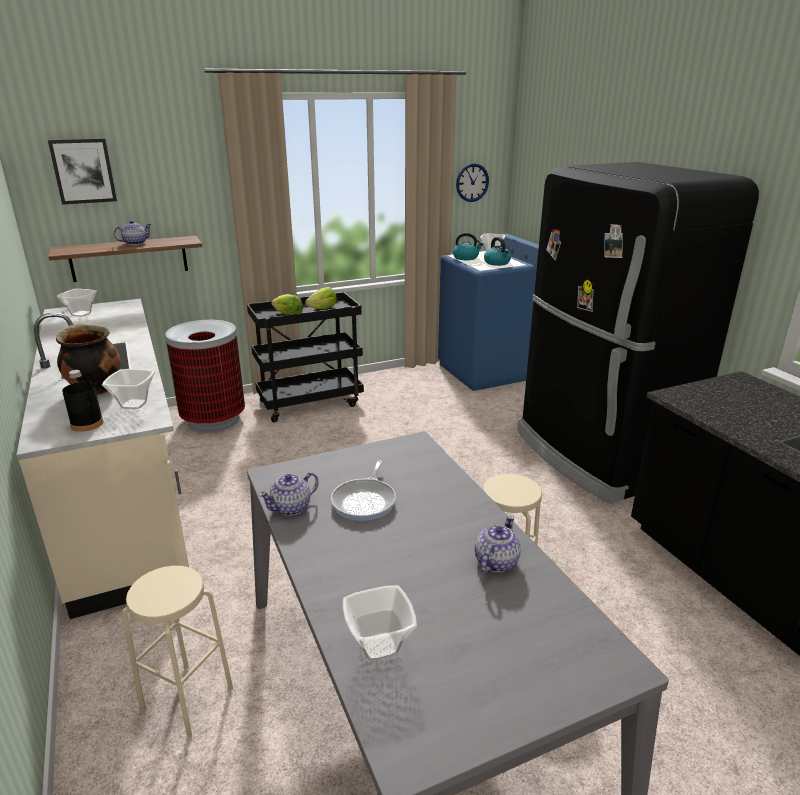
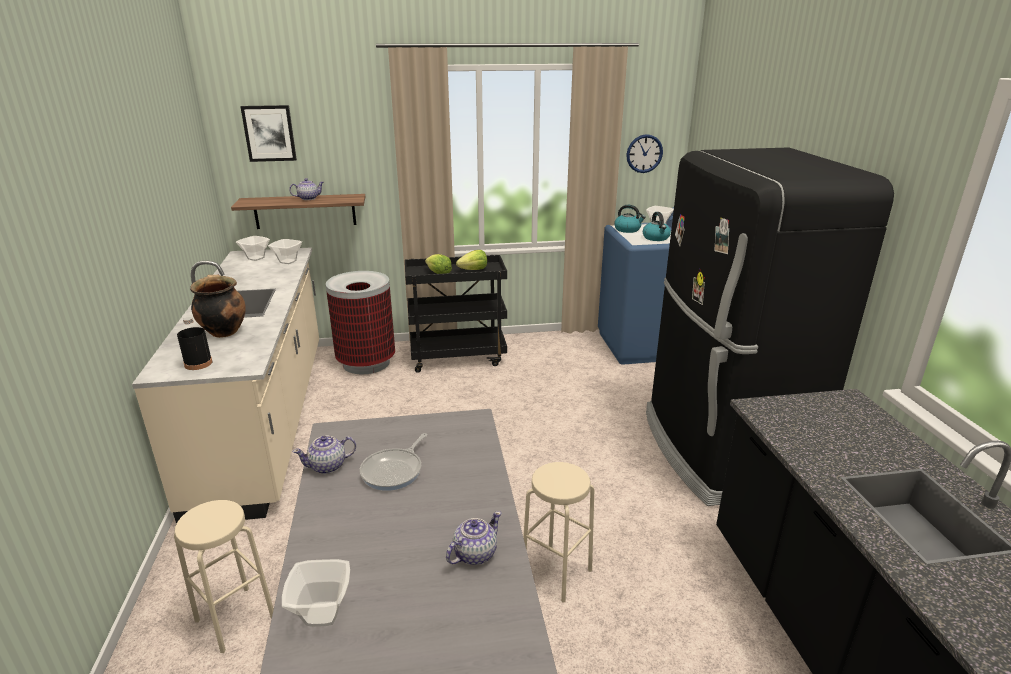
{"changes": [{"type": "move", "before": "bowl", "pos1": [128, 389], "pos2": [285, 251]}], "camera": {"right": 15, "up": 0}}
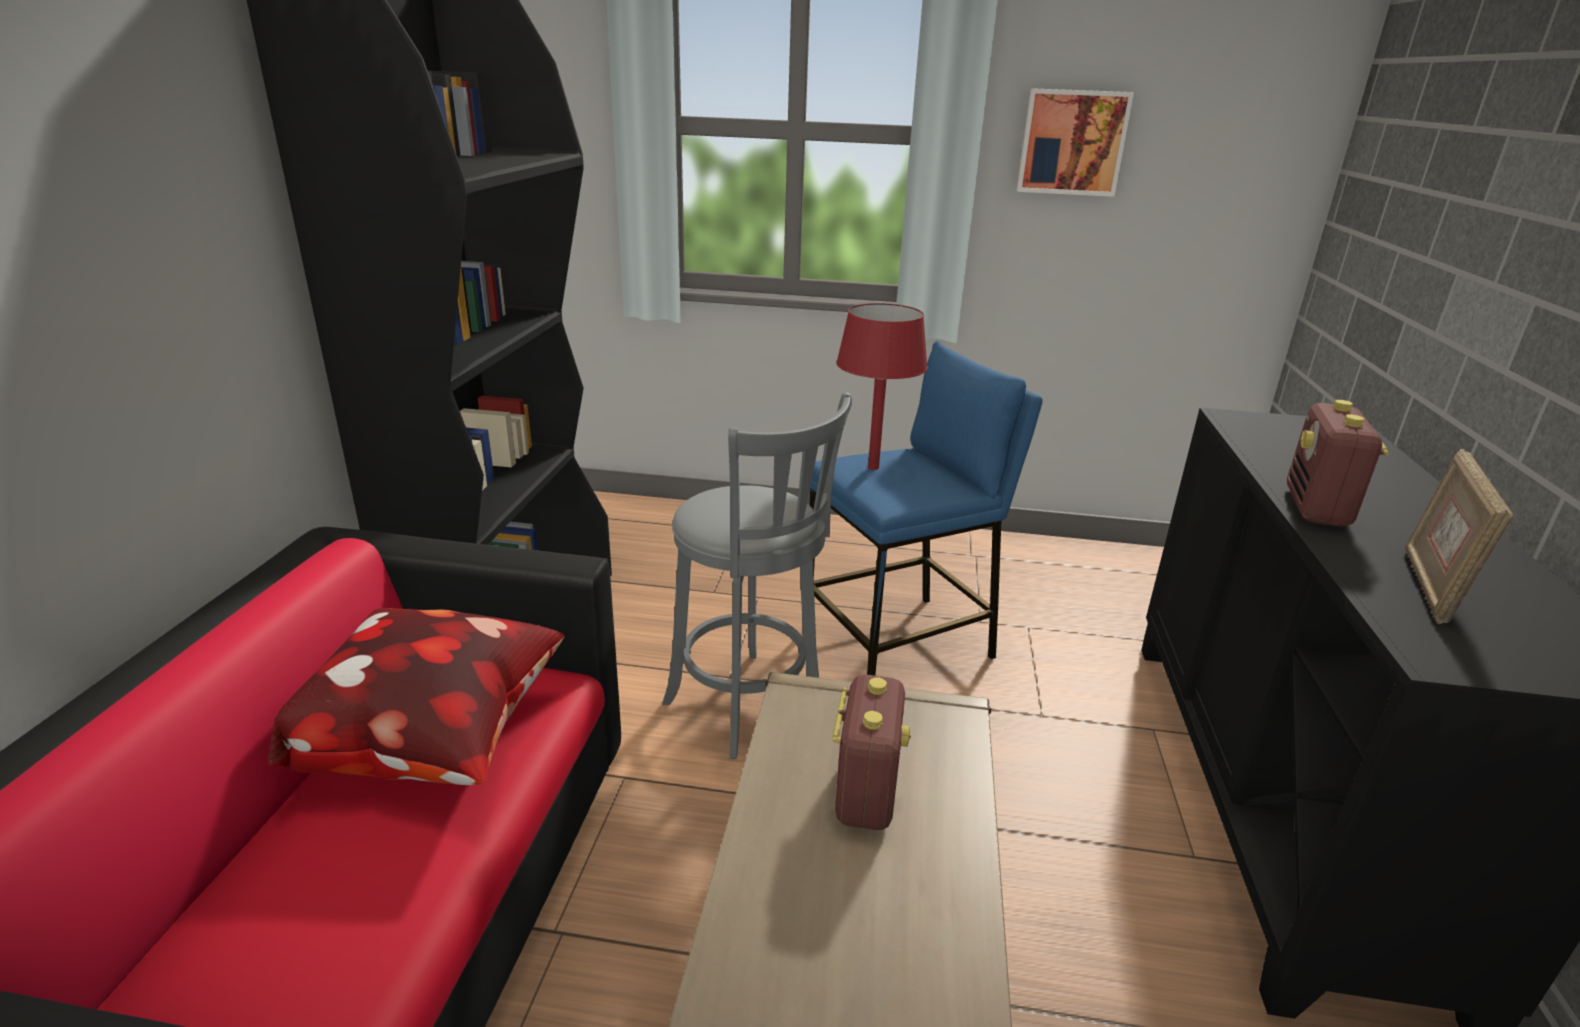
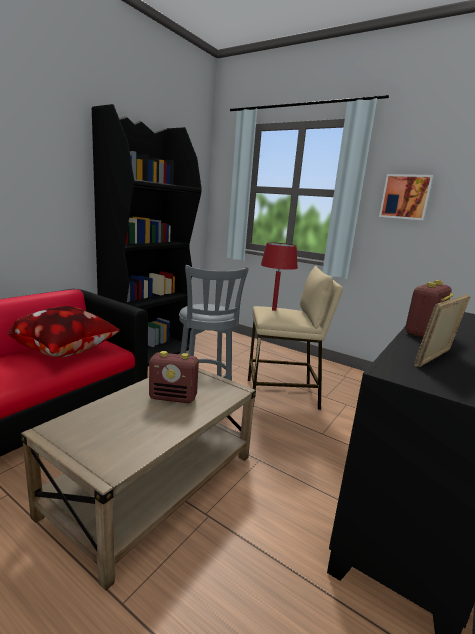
{"changes": [{"type": "recolor", "before": "blue stool", "after": "beige stool", "pos1": [926, 508], "pos2": [295, 338]}, {"type": "rotate", "before": "radio", "pos1": [872, 752], "pos2": [174, 377], "turn": 60}], "camera": {"right": 25, "up": -10}}
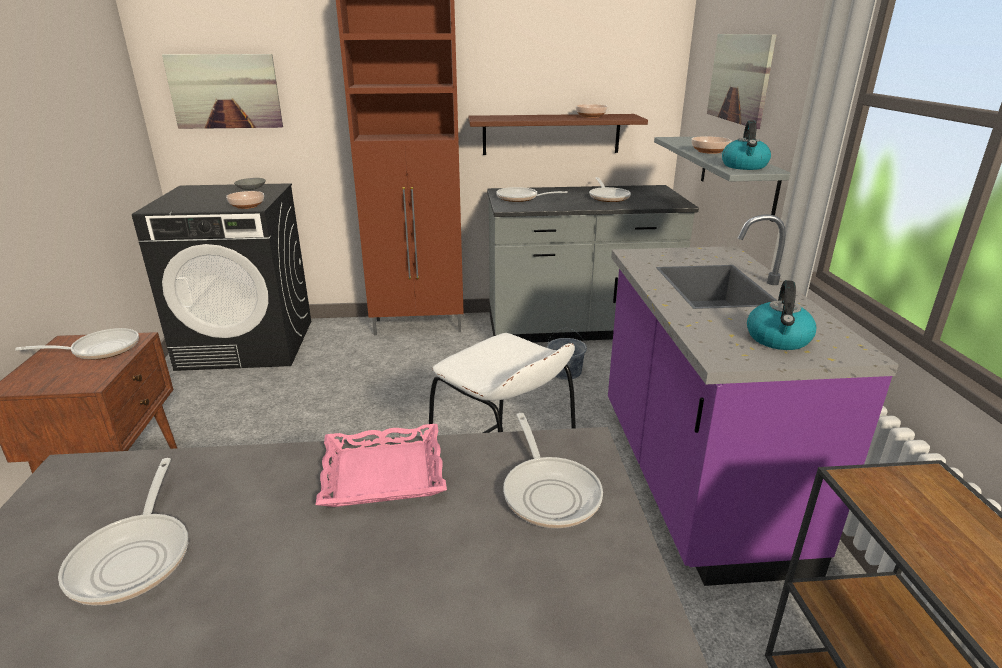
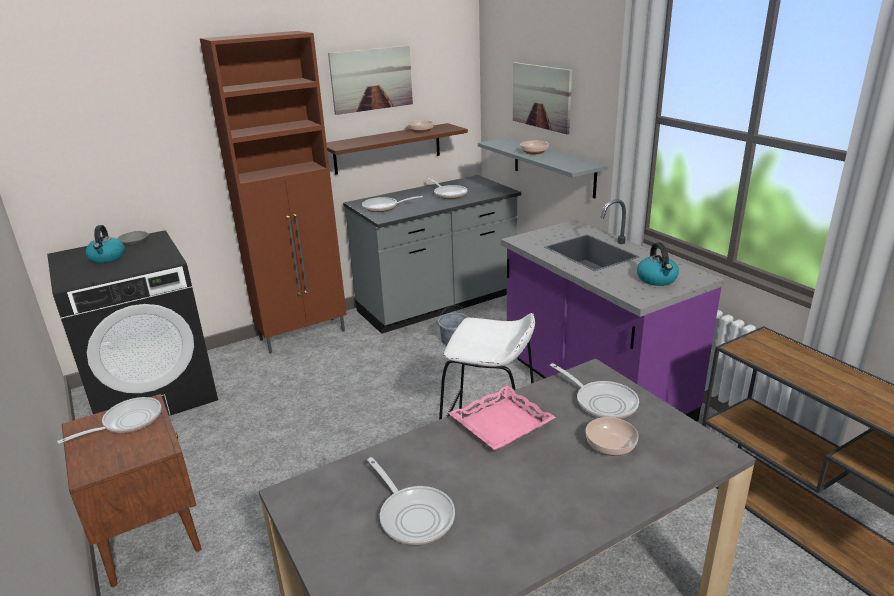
{"changes": [{"type": "move", "before": "picture", "pos1": [222, 91], "pos2": [370, 80]}, {"type": "move", "before": "kettle", "pos1": [746, 145], "pos2": [105, 244]}, {"type": "move", "before": "bowl", "pos1": [245, 200], "pos2": [612, 436]}], "camera": {"right": -25, "up": 0}}
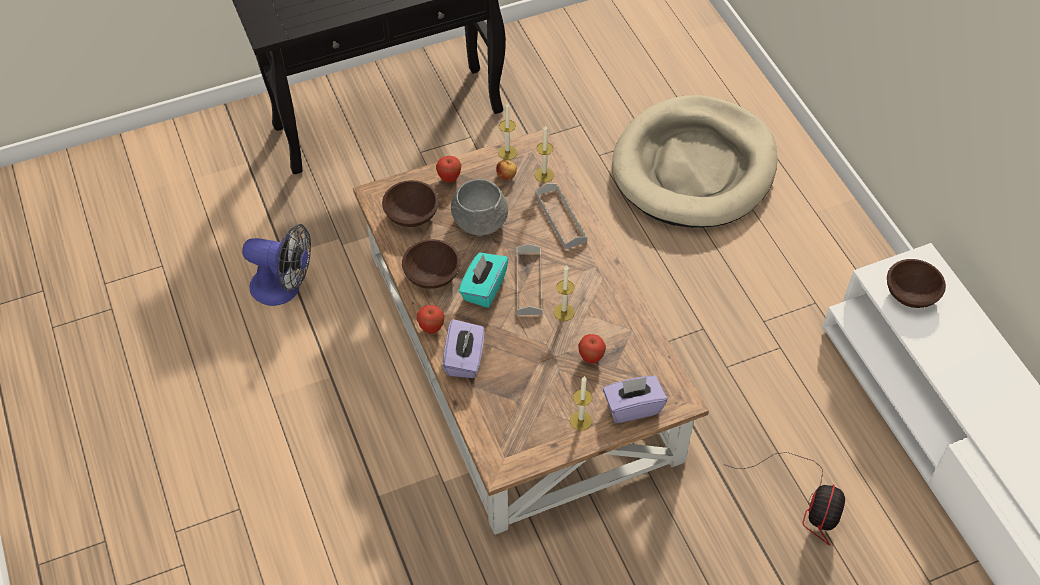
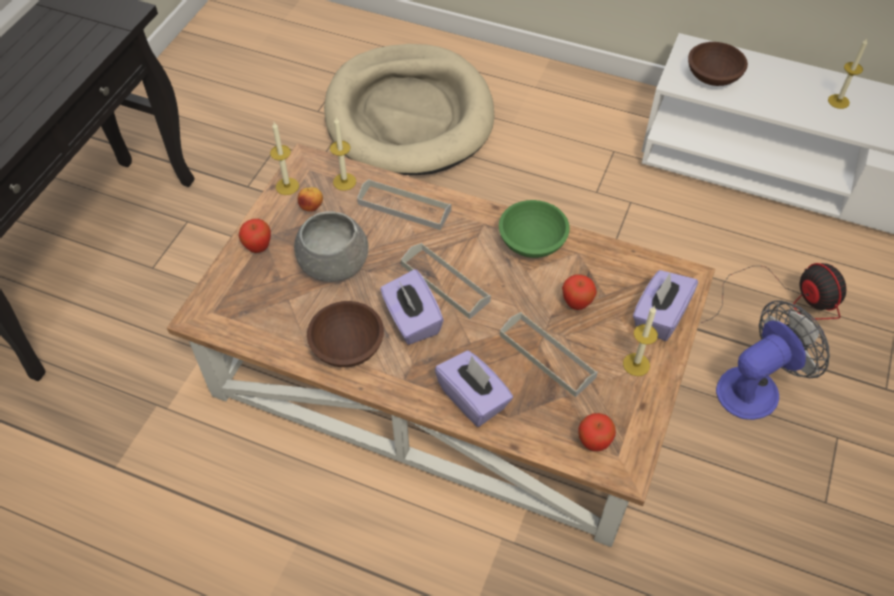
{"changes": [{"type": "delete", "before": "brown bowl", "pos1": [410, 203]}, {"type": "move", "before": "fan", "pos1": [276, 265], "pos2": [773, 360]}, {"type": "recolor", "before": "turquoise tissue box", "after": "purple tissue box", "pos1": [483, 280], "pos2": [412, 307]}, {"type": "move", "before": "candle", "pos1": [564, 293], "pos2": [847, 74]}, {"type": "move", "before": "apple", "pos1": [430, 319], "pos2": [597, 432]}, {"type": "insert", "after": "green bowl", "pos2": [534, 229]}, {"type": "insert", "after": "grey tray", "pos2": [549, 354]}], "camera": {"right": -45, "up": 0}}
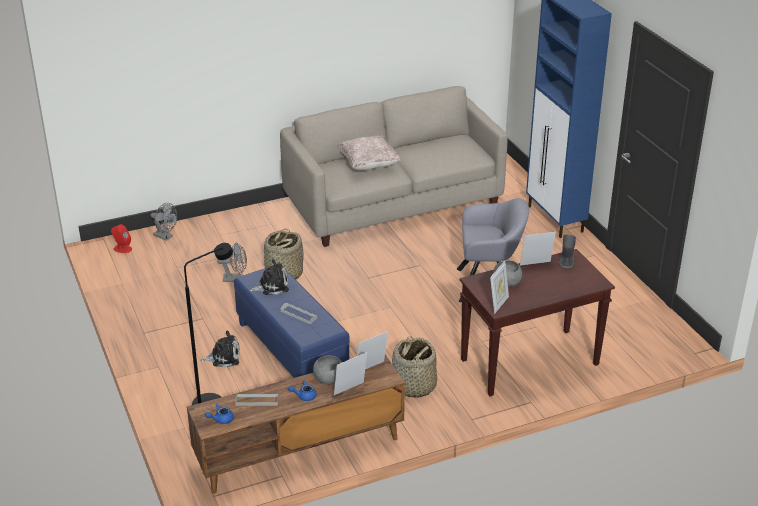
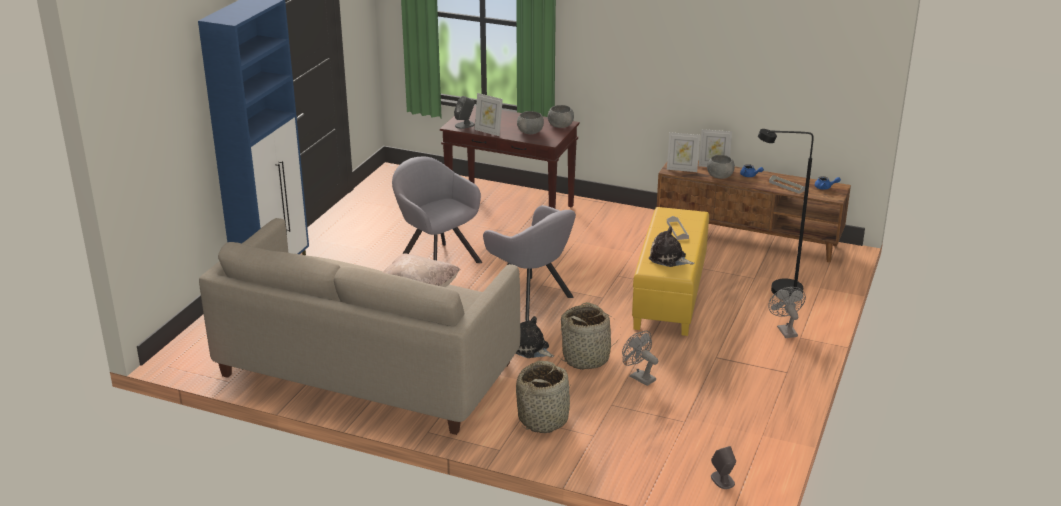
{"changes": [{"type": "move", "before": "grey fan", "pos1": [164, 222], "pos2": [787, 312]}, {"type": "recolor", "before": "red speaker", "after": "grey speaker", "pos1": [121, 238], "pos2": [723, 467]}, {"type": "replace", "before": "picture frame", "after": "grey bowl", "pos1": [499, 287], "pos2": [561, 116]}, {"type": "recolor", "before": "blue ottoman", "after": "yellow ottoman", "pos1": [292, 322], "pos2": [670, 271]}, {"type": "move", "before": "plush toy", "pos1": [220, 349], "pos2": [534, 337]}, {"type": "move", "before": "basket", "pos1": [414, 367], "pos2": [543, 397]}, {"type": "insert", "after": "grey armchair", "pos2": [529, 263]}], "camera": {"right": -135, "up": -5}}
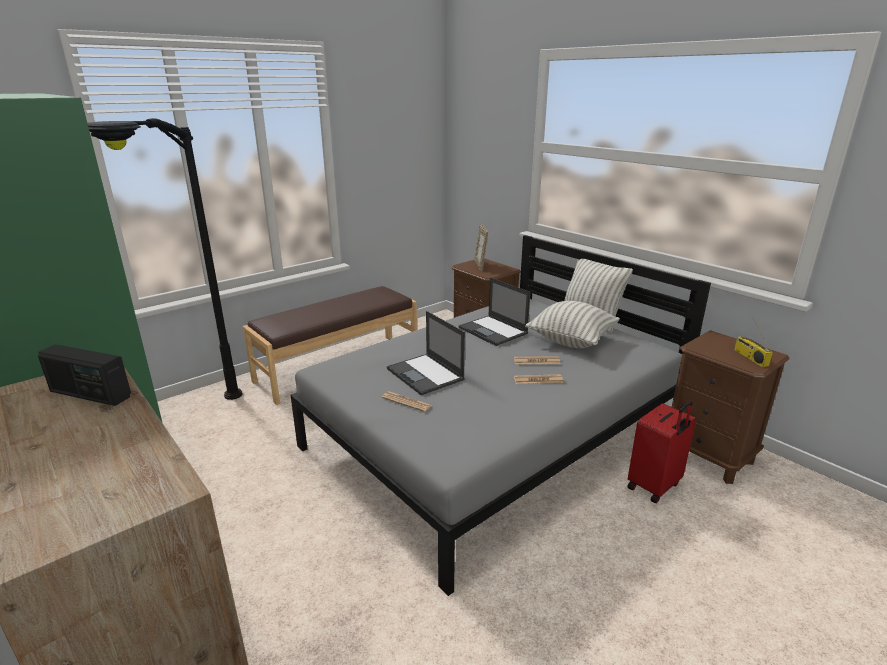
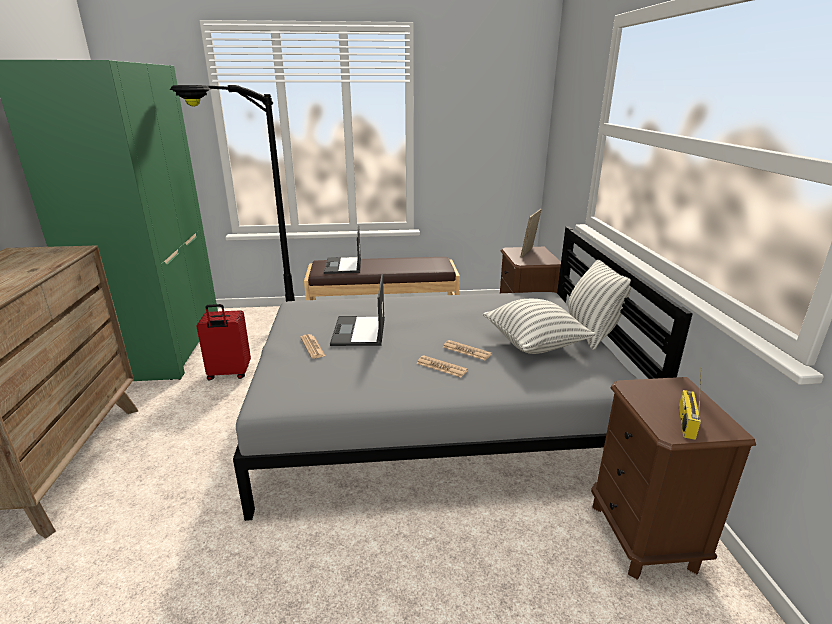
{"changes": [{"type": "move", "before": "laptop", "pos1": [495, 311], "pos2": [342, 249]}, {"type": "delete", "before": "radio", "pos1": [84, 375]}, {"type": "move", "before": "red suitcase", "pos1": [661, 452], "pos2": [223, 342]}], "camera": {"right": 35, "up": 0}}
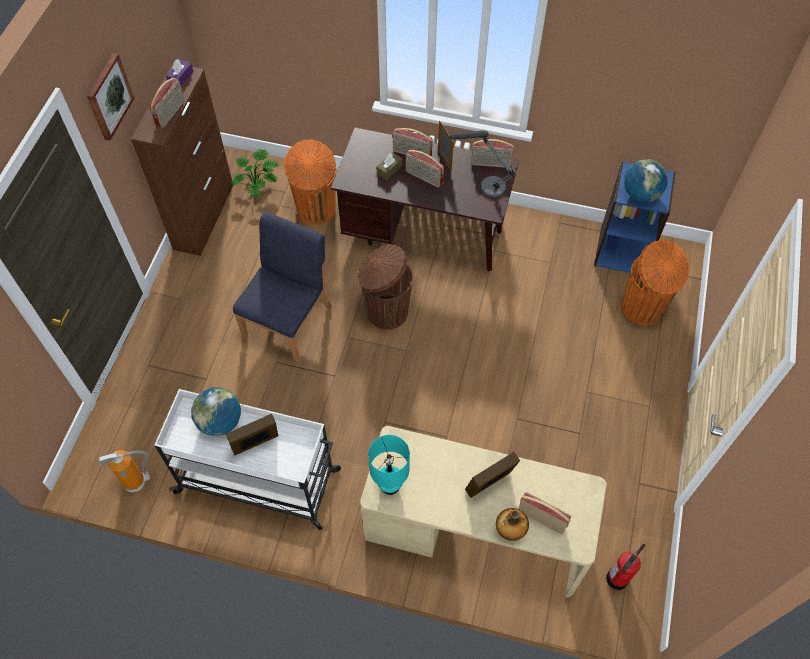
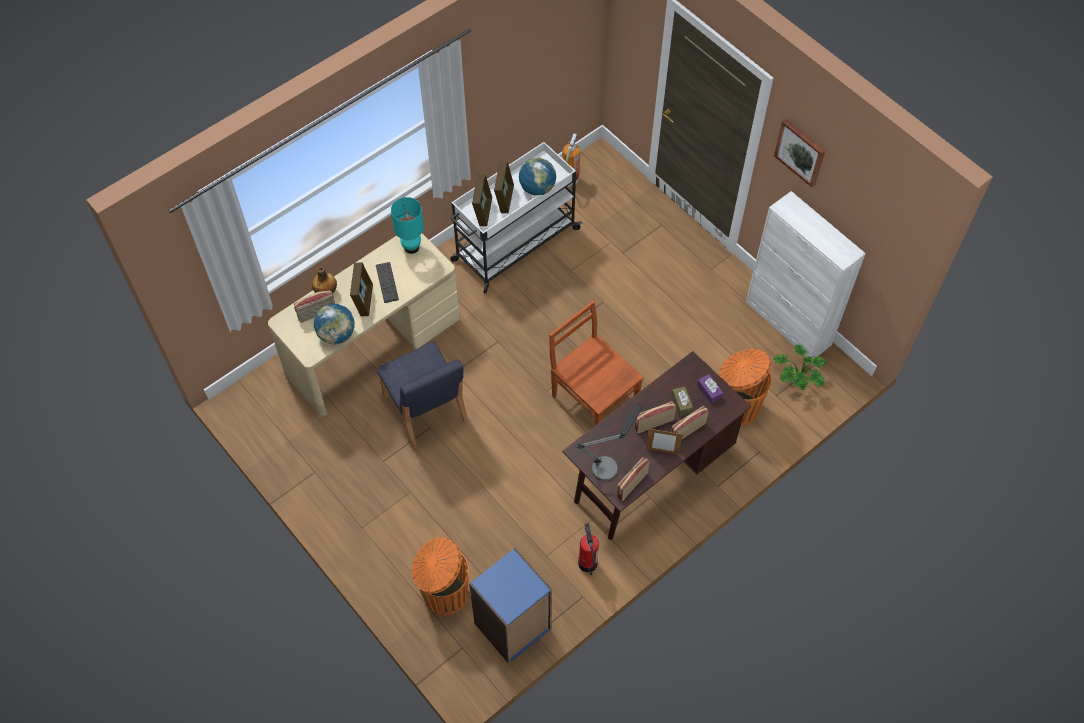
{"changes": [{"type": "move", "before": "purple tissue box", "pos1": [179, 72], "pos2": [710, 389]}, {"type": "recolor", "before": "brown cabinet", "after": "white cabinet", "pos1": [182, 160], "pos2": [806, 275]}, {"type": "delete", "before": "radio", "pos1": [167, 103]}, {"type": "move", "before": "globe", "pos1": [646, 180], "pos2": [334, 324]}, {"type": "move", "before": "blue chair", "pos1": [282, 287], "pos2": [422, 395]}, {"type": "replace", "before": "brown trash can", "after": "brown chair", "pos1": [385, 287], "pos2": [596, 363]}, {"type": "move", "before": "fire extinguisher", "pos1": [625, 567], "pos2": [588, 549]}, {"type": "insert", "after": "picture frame", "pos2": [482, 200]}, {"type": "insert", "after": "keyboard", "pos2": [387, 282]}], "camera": {"right": 125, "up": 0}}
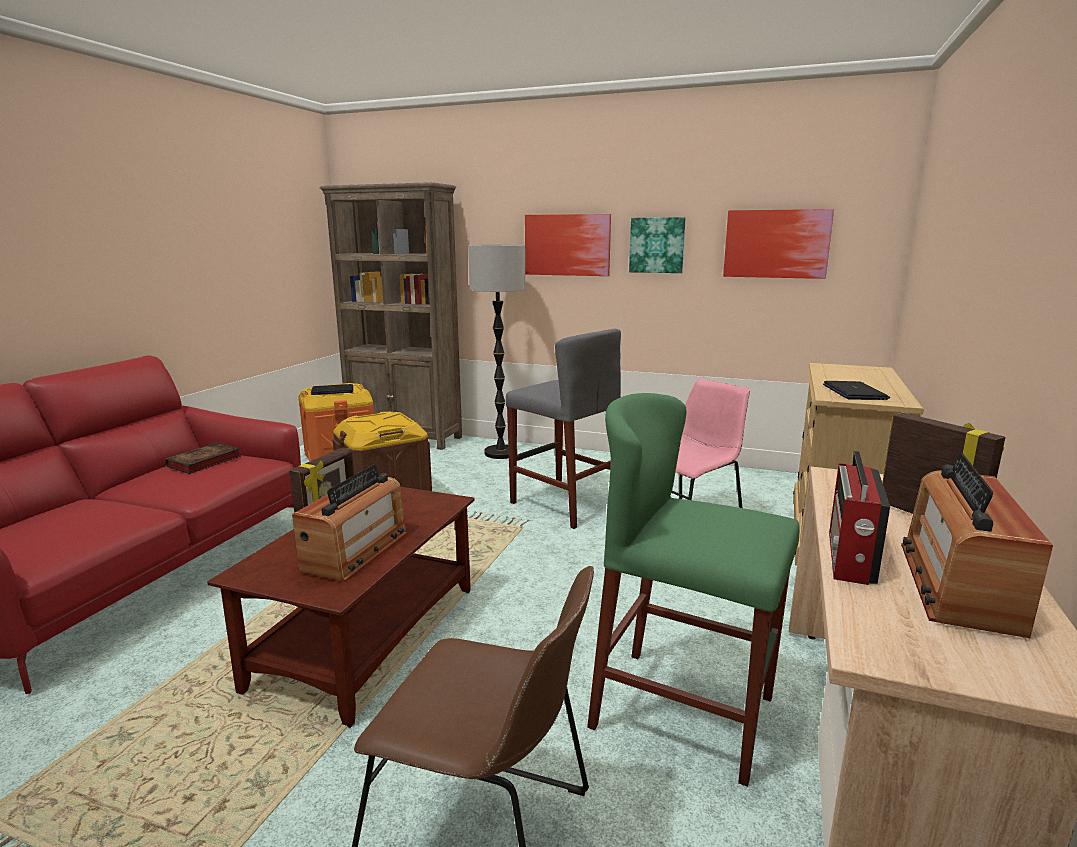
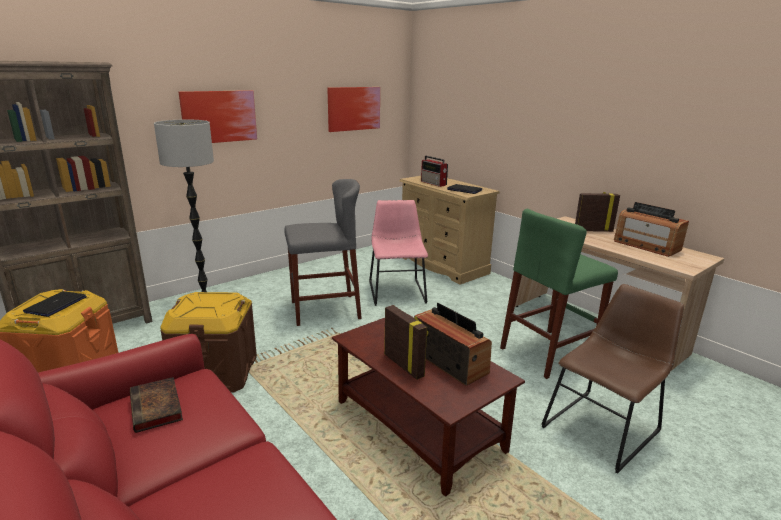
{"changes": [{"type": "delete", "before": "picture", "pos1": [657, 245]}, {"type": "move", "before": "radio", "pos1": [859, 518], "pos2": [434, 171]}], "camera": {"right": -60, "up": 5}}
